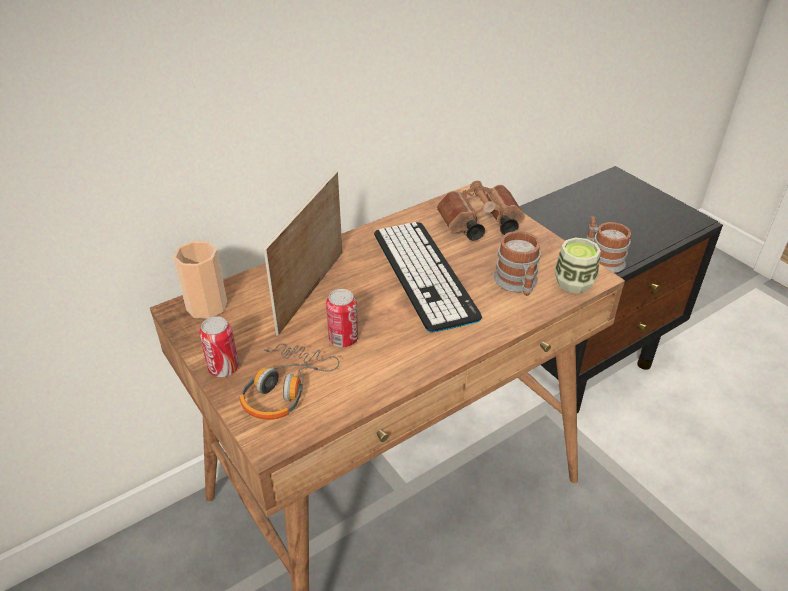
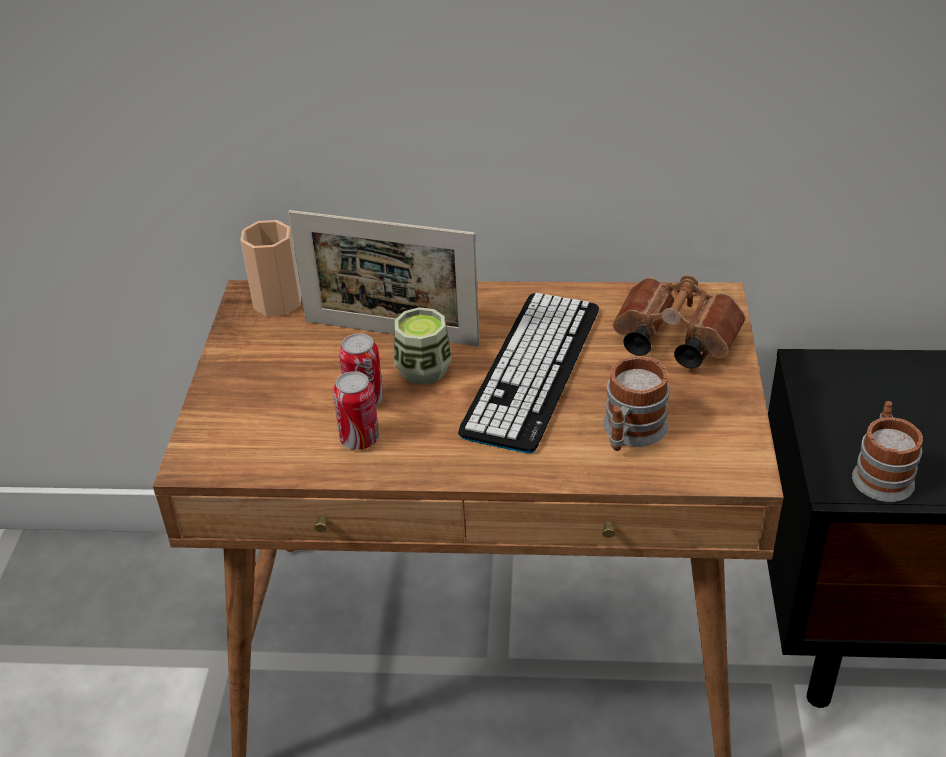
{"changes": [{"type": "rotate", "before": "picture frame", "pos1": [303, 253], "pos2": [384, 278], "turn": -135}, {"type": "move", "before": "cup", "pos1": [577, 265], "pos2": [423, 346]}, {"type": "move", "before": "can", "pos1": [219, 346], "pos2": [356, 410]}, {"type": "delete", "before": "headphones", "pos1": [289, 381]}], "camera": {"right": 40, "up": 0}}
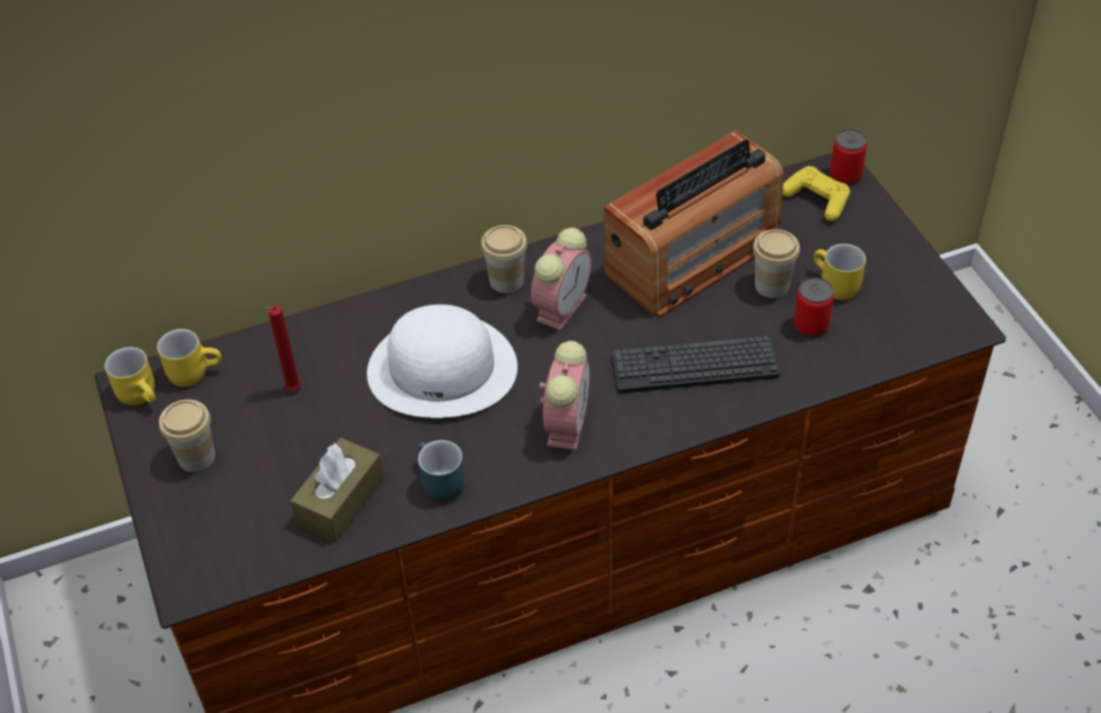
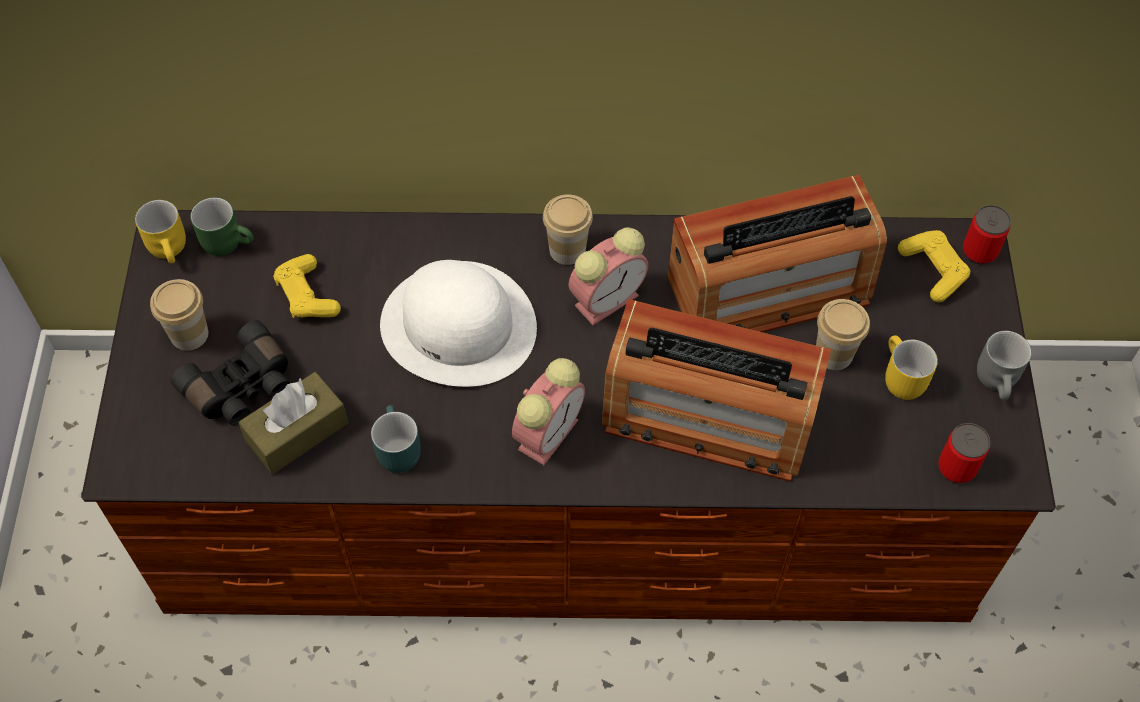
{"changes": [{"type": "move", "before": "can", "pos1": [814, 307], "pos2": [964, 453]}, {"type": "replace", "before": "red candle", "after": "yellow game controller", "pos1": [282, 348], "pos2": [307, 286]}, {"type": "recolor", "before": "yellow mug", "after": "green mug", "pos1": [189, 358], "pos2": [221, 226]}, {"type": "replace", "before": "keyboard", "after": "radio", "pos1": [696, 364], "pos2": [716, 390]}, {"type": "insert", "after": "black binoculars", "pos2": [230, 373]}, {"type": "insert", "after": "grey mug", "pos2": [1004, 365]}], "camera": {"right": 20, "up": 10}}
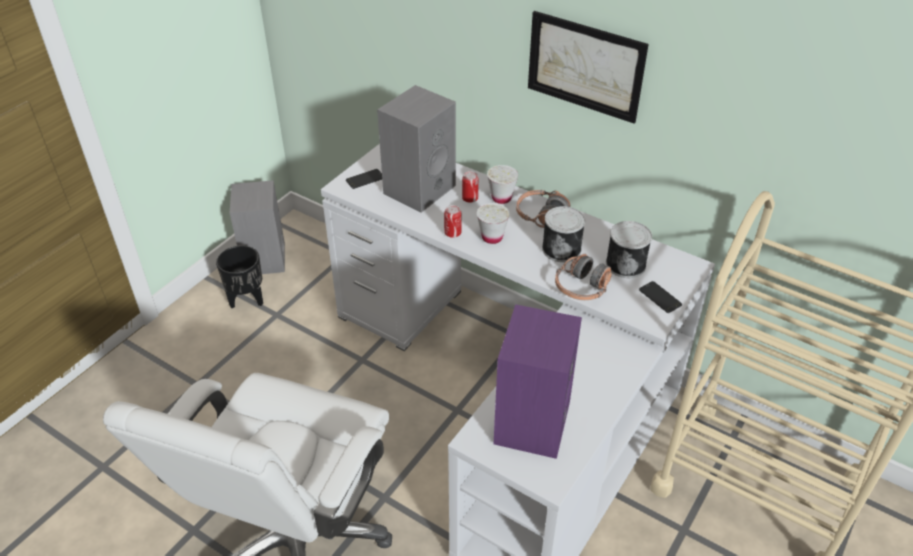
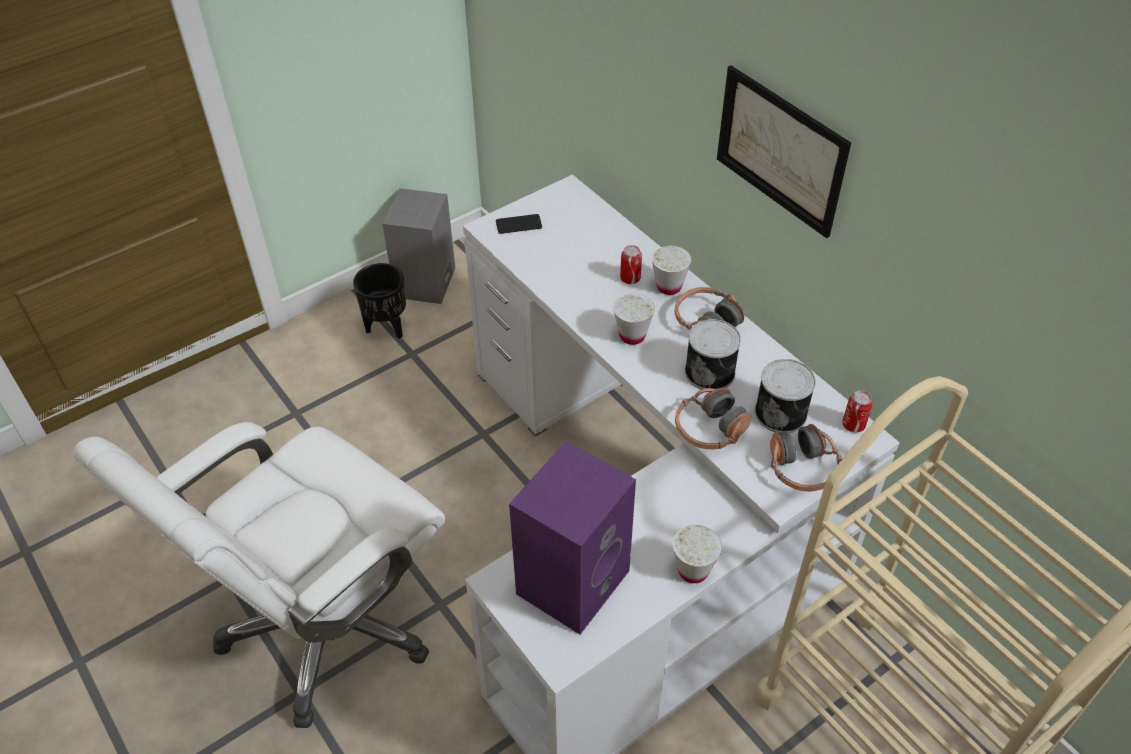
{"changes": [{"type": "delete", "before": "grey speaker", "pos1": [416, 149]}, {"type": "move", "before": "can", "pos1": [452, 221], "pos2": [857, 411]}, {"type": "replace", "before": "phone", "after": "headphones", "pos1": [660, 297], "pos2": [806, 457]}, {"type": "insert", "after": "white cup", "pos2": [697, 554]}], "camera": {"right": 20, "up": 5}}
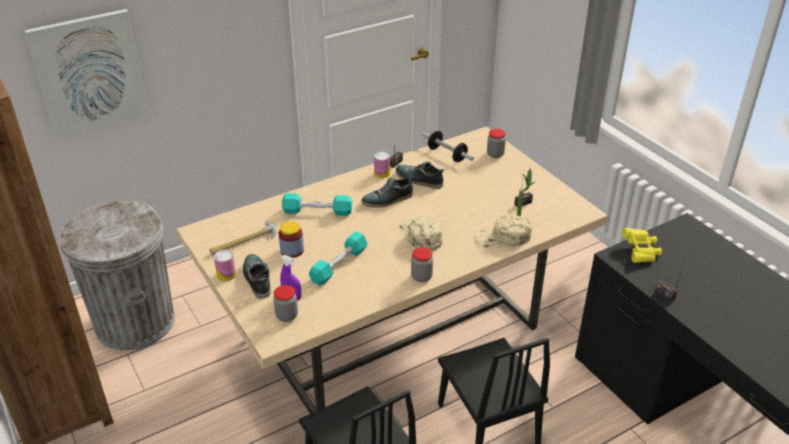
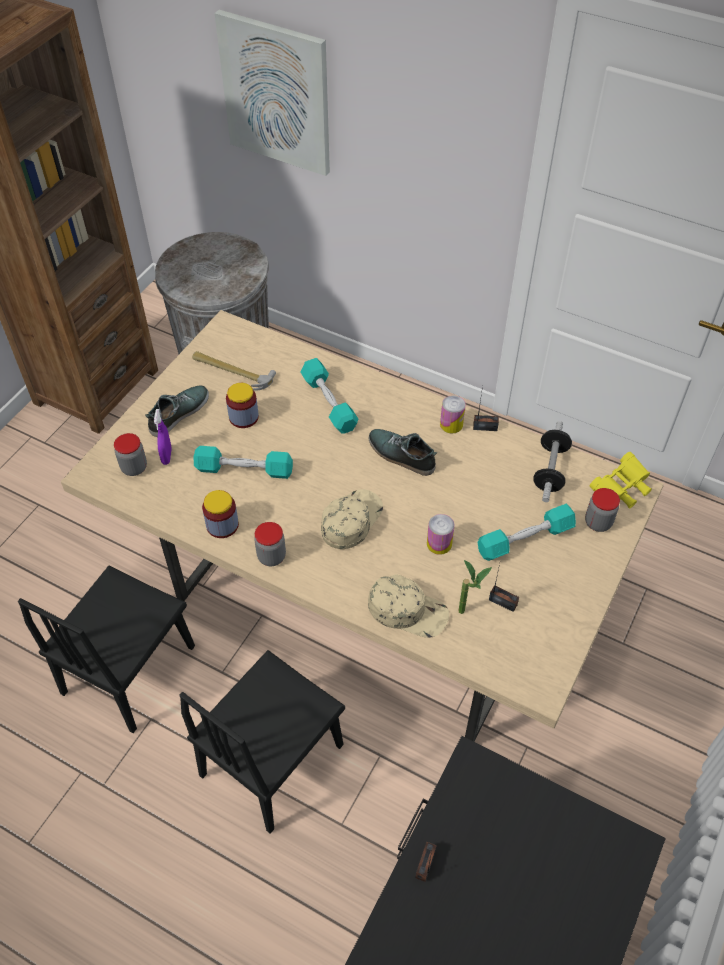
{"changes": [{"type": "delete", "before": "shoe", "pos1": [420, 175]}, {"type": "rotate", "before": "beige cap", "pos1": [503, 231], "pos2": [408, 606], "turn": 150}, {"type": "move", "before": "yellow binoculars", "pos1": [642, 245], "pos2": [621, 480]}, {"type": "move", "before": "can", "pos1": [225, 265], "pos2": [440, 534]}, {"type": "insert", "after": "jar", "pos2": [220, 514]}, {"type": "insert", "after": "turquoise dumbbell", "pos2": [526, 532]}], "camera": {"right": 60, "up": 15}}
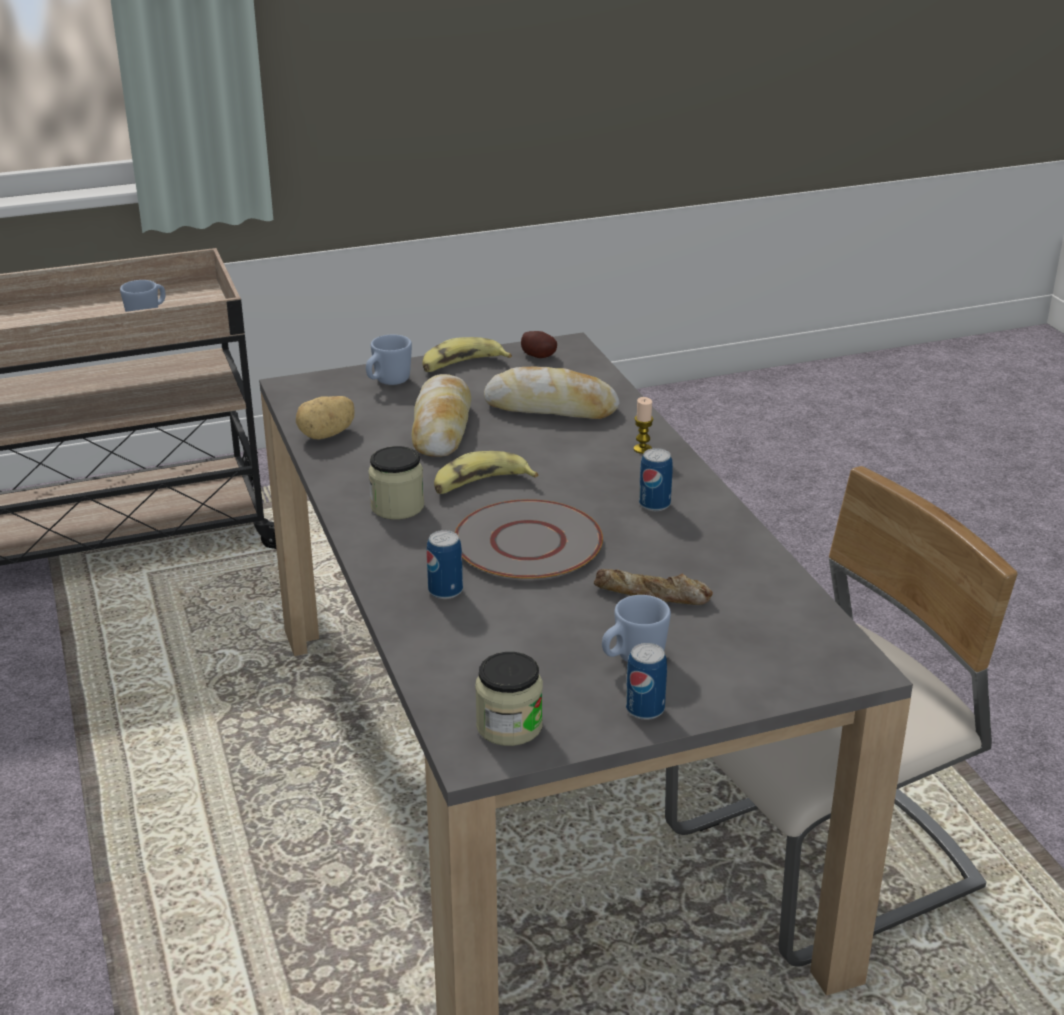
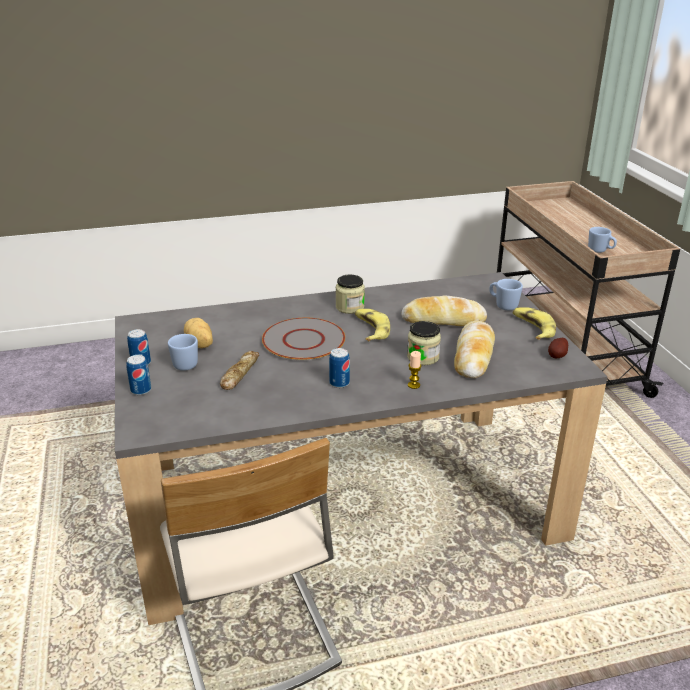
{"changes": [{"type": "move", "before": "potato", "pos1": [325, 417], "pos2": [198, 333]}, {"type": "move", "before": "can", "pos1": [445, 564], "pos2": [138, 375]}, {"type": "move", "before": "jar", "pos1": [509, 699], "pos2": [424, 343]}], "camera": {"right": 95, "up": 0}}
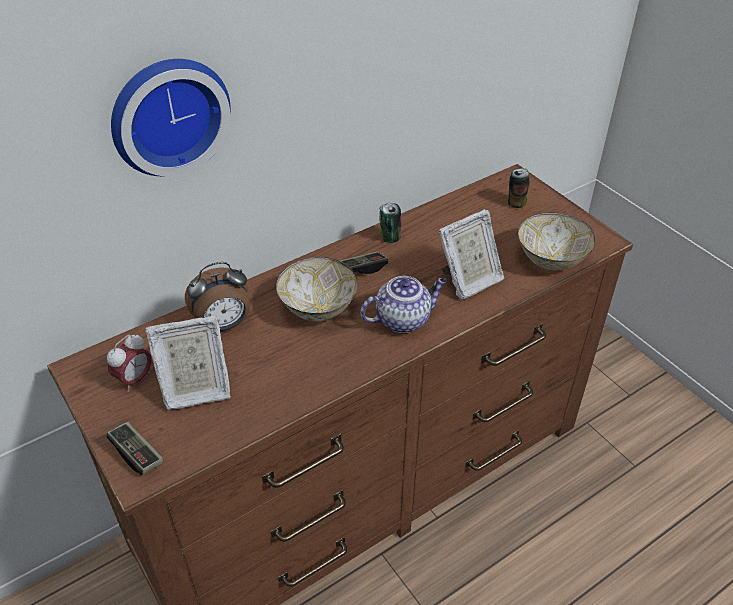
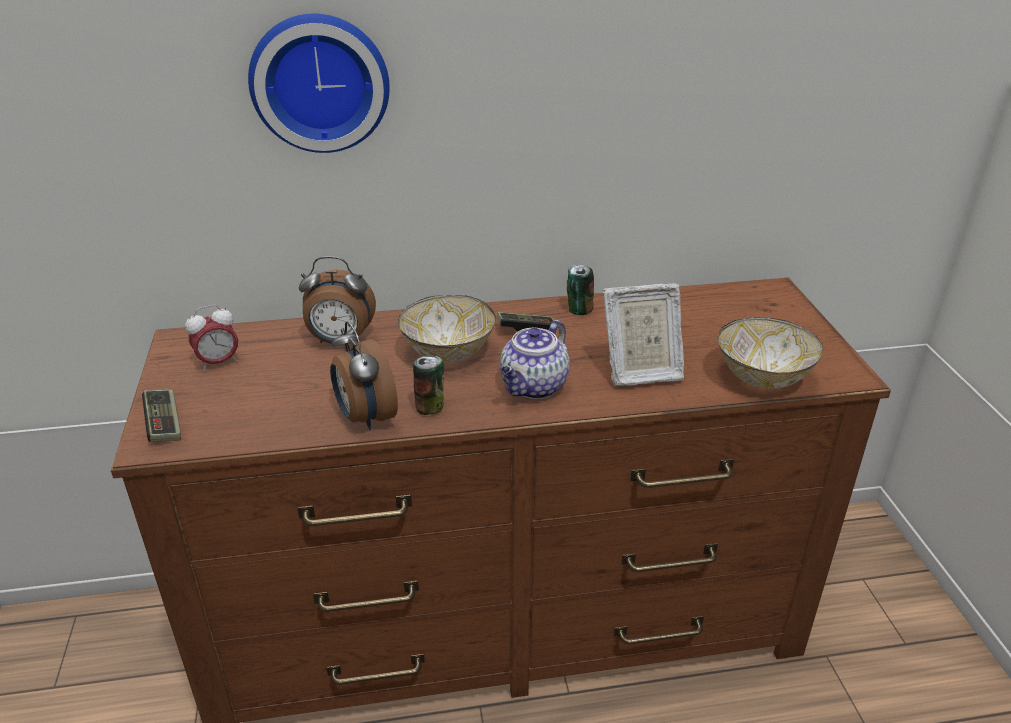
{"changes": [{"type": "move", "before": "can", "pos1": [519, 188], "pos2": [428, 385]}, {"type": "rotate", "before": "teapot", "pos1": [403, 304], "pos2": [535, 359], "turn": 120}, {"type": "delete", "before": "picture frame", "pos1": [188, 362]}, {"type": "insert", "after": "alarm clock", "pos2": [364, 375]}], "camera": {"right": 25, "up": -10}}
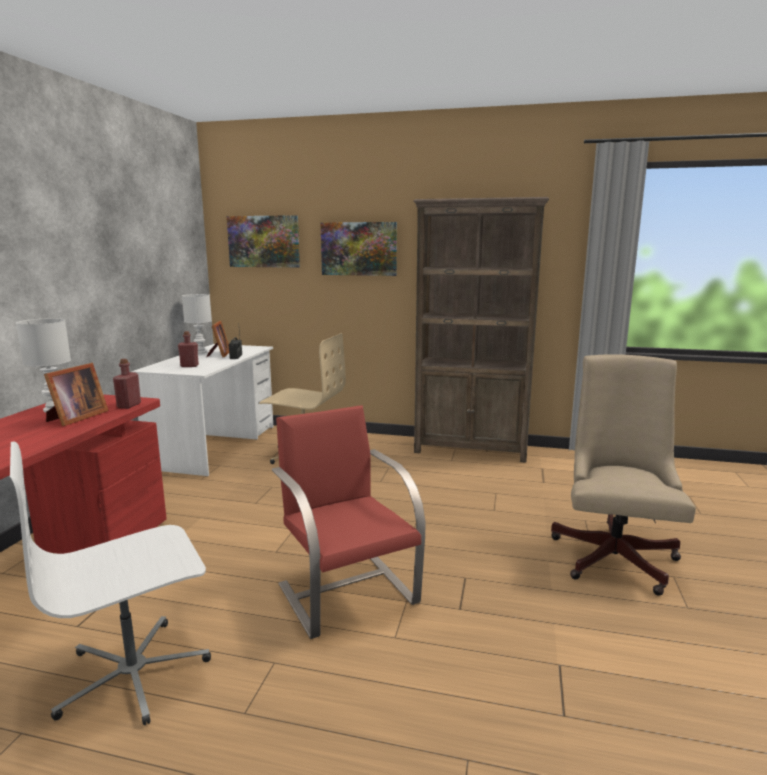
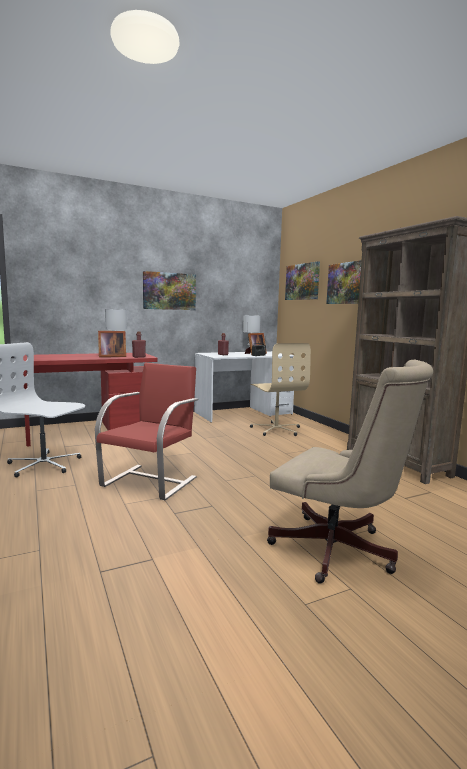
{"changes": [{"type": "rotate", "before": "beige office chair", "pos1": [623, 475], "pos2": [350, 472], "turn": 60}, {"type": "insert", "after": "picture", "pos2": [169, 290]}], "camera": {"right": 50, "up": -5}}
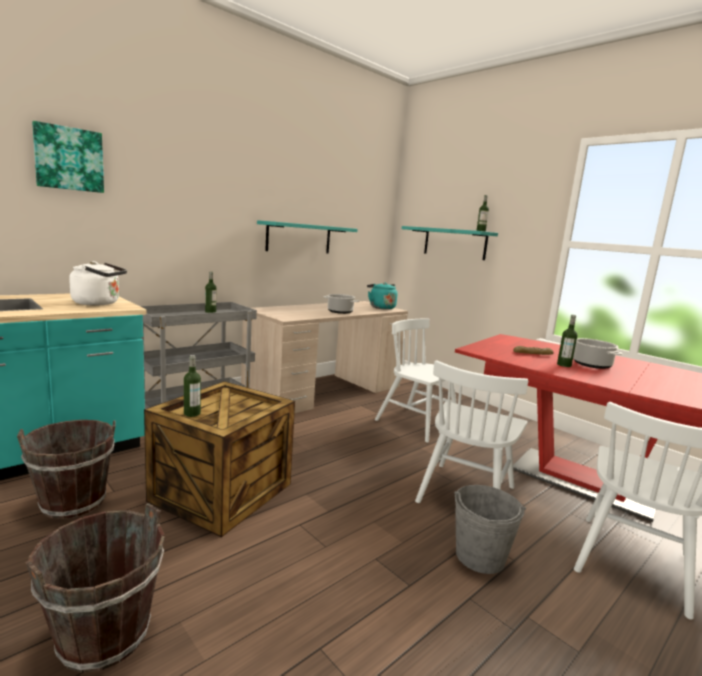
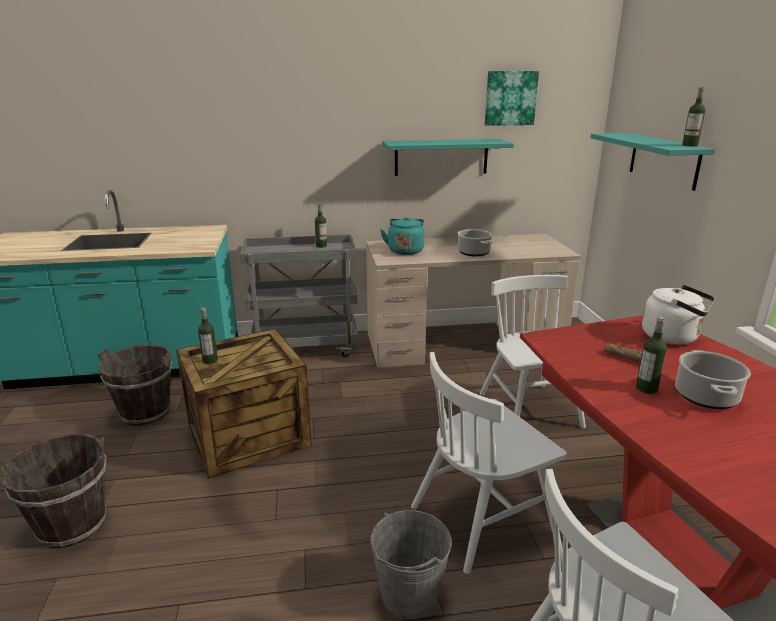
{"changes": [{"type": "move", "before": "picture", "pos1": [68, 157], "pos2": [512, 98]}, {"type": "move", "before": "white kettle", "pos1": [98, 283], "pos2": [678, 315]}, {"type": "move", "before": "turquoise kettle", "pos1": [382, 296], "pos2": [402, 236]}], "camera": {"right": 35, "up": 10}}
